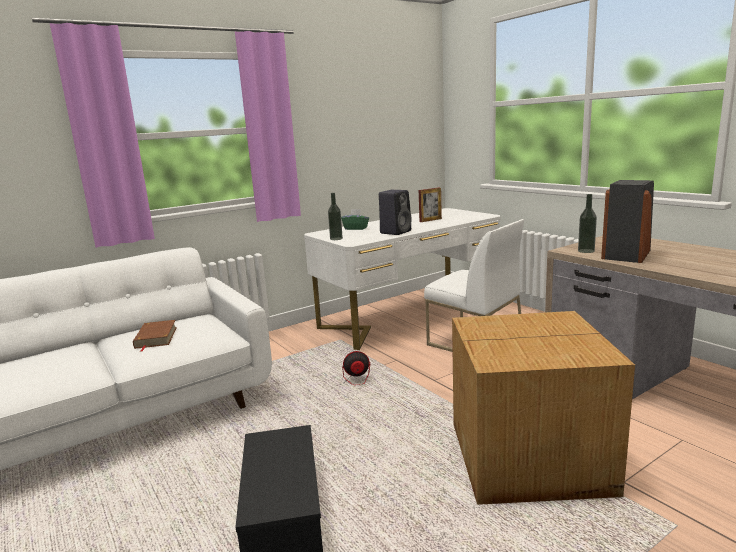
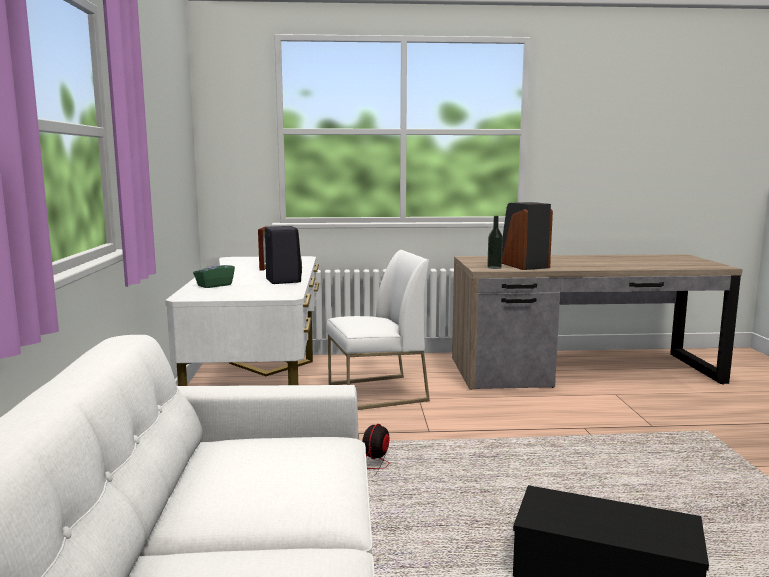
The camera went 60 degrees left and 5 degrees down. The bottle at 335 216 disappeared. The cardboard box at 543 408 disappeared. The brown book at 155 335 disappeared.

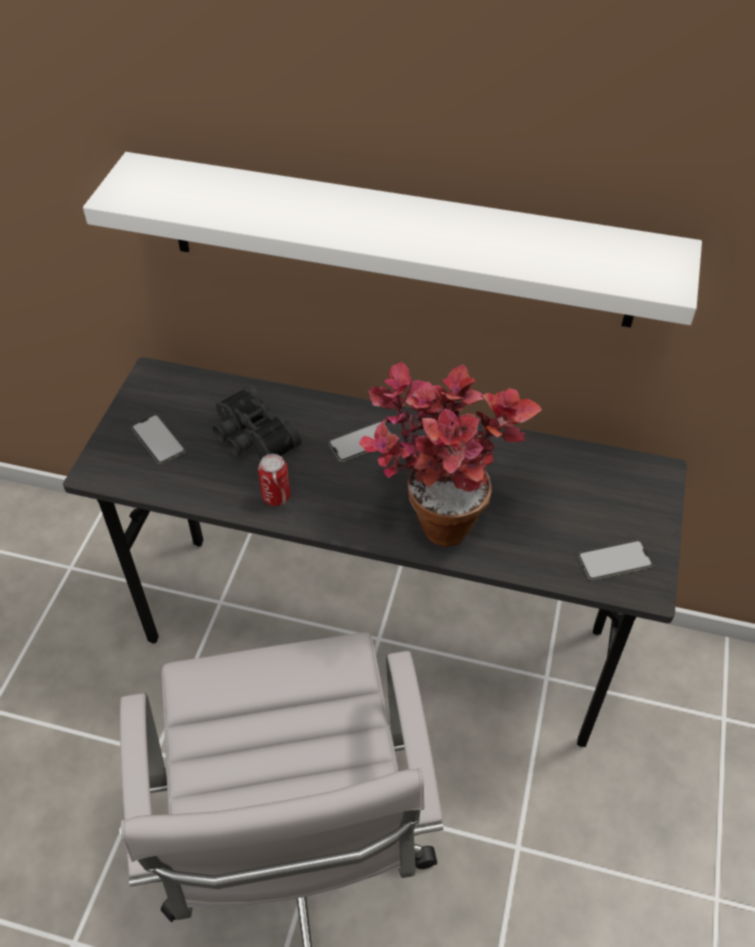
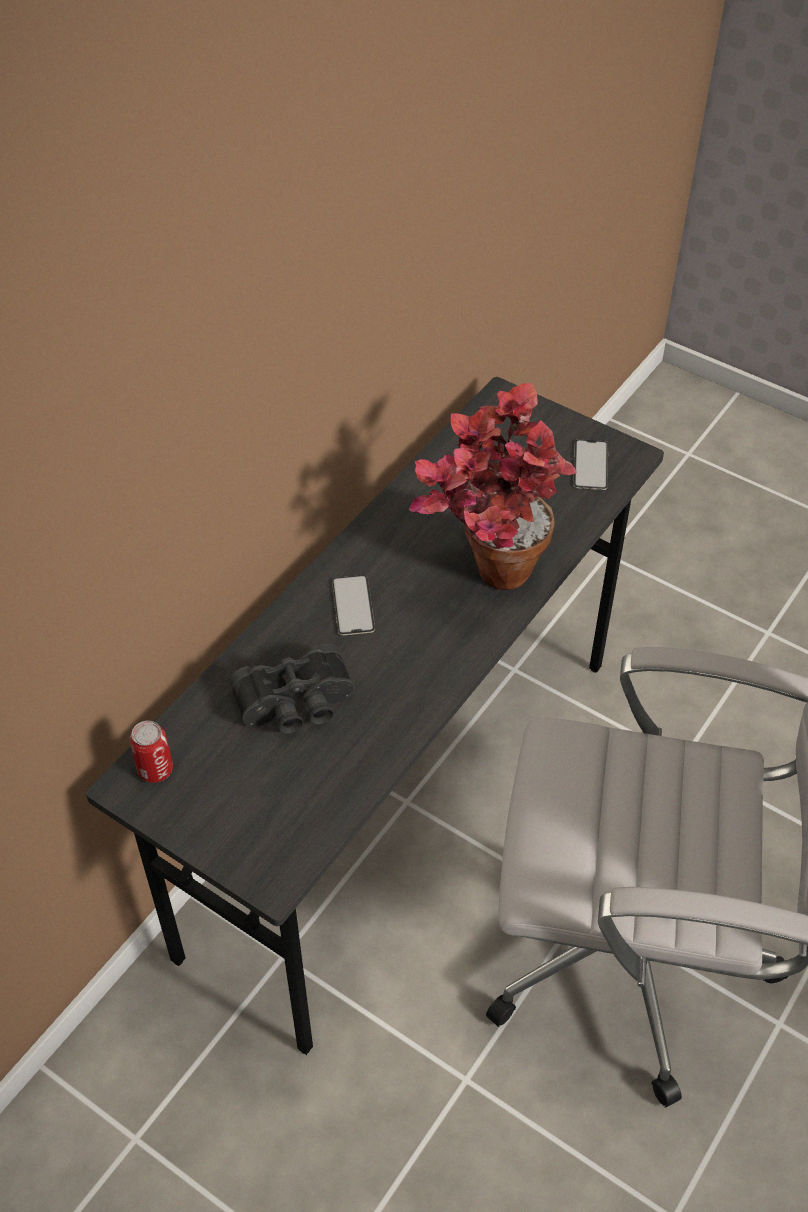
The camera went 70 degrees left and 0 degrees up. The white shelf at 392 240 disappeared. The phone at 158 439 disappeared. The can moved from 274 480 to 151 752.

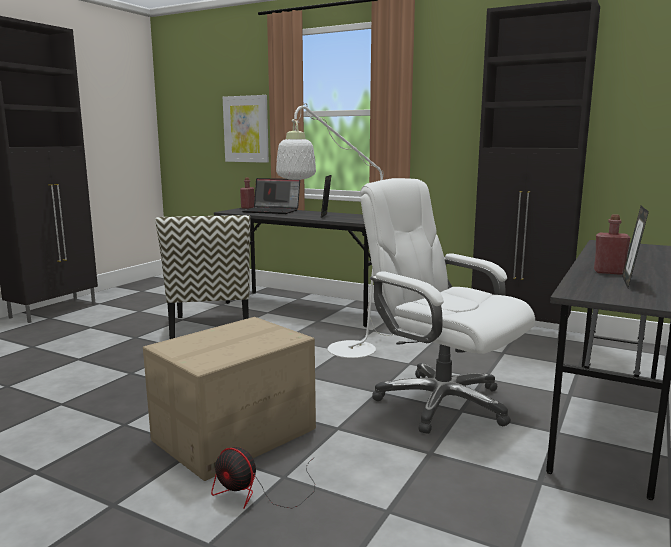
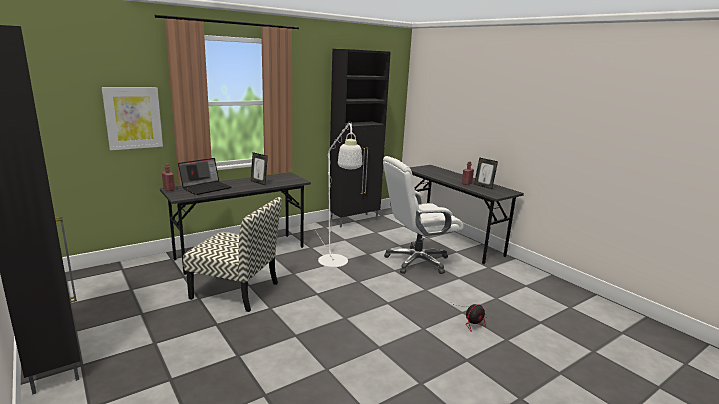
The camera went 65 degrees left and 5 degrees up. The cardboard box at 229 399 disappeared.

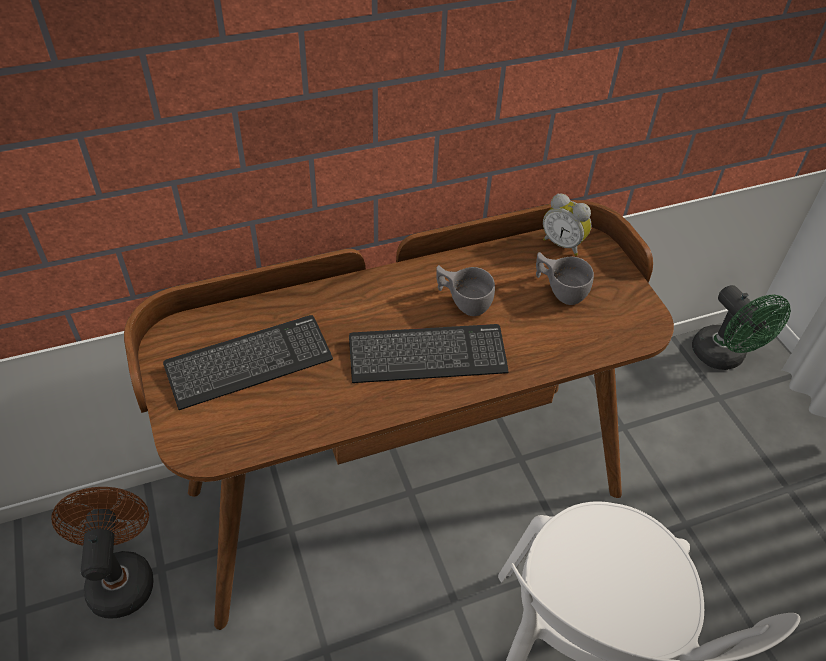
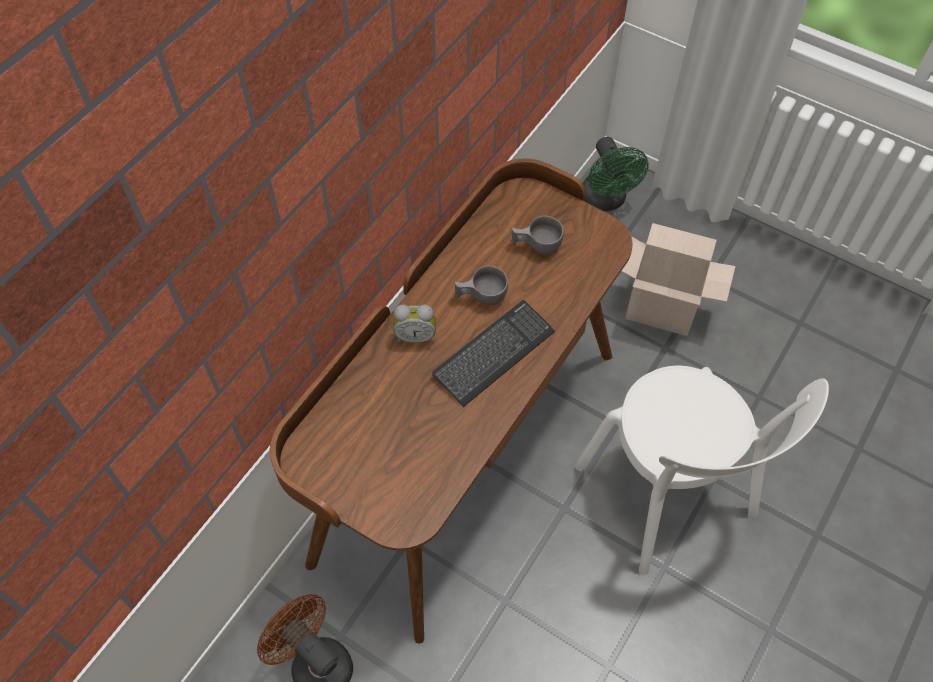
The camera went 35 degrees left and 10 degrees up. The alarm clock moved from 567 225 to 414 324. The green fan at 741 327 turned 45 degrees clockwise. The keyboard at 248 362 disappeared. The cardboard box at 678 279 appeared.

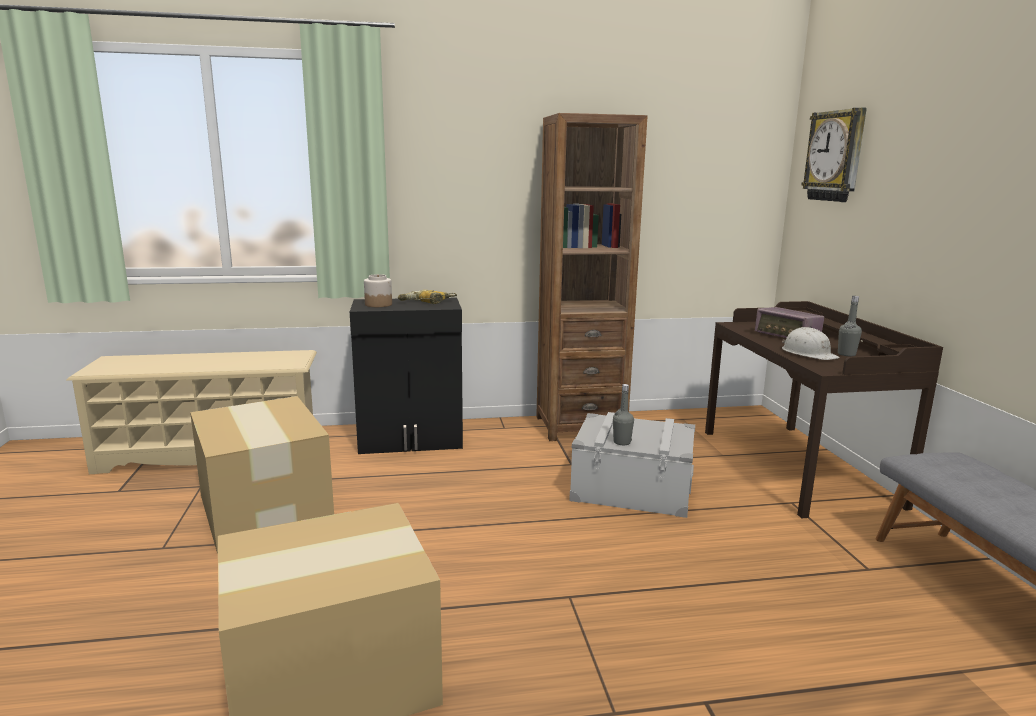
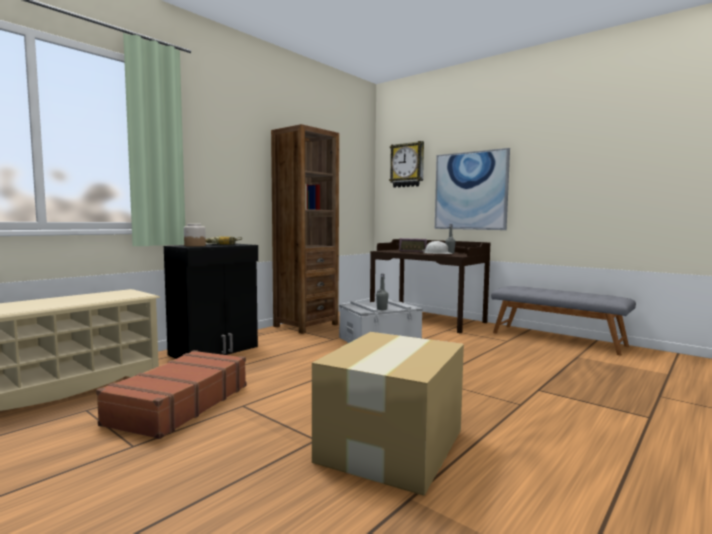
The camera went 40 degrees left and 10 degrees down. The cardboard box at 262 474 was replaced by the brown suitcase at 171 394. The picture at 472 189 appeared.

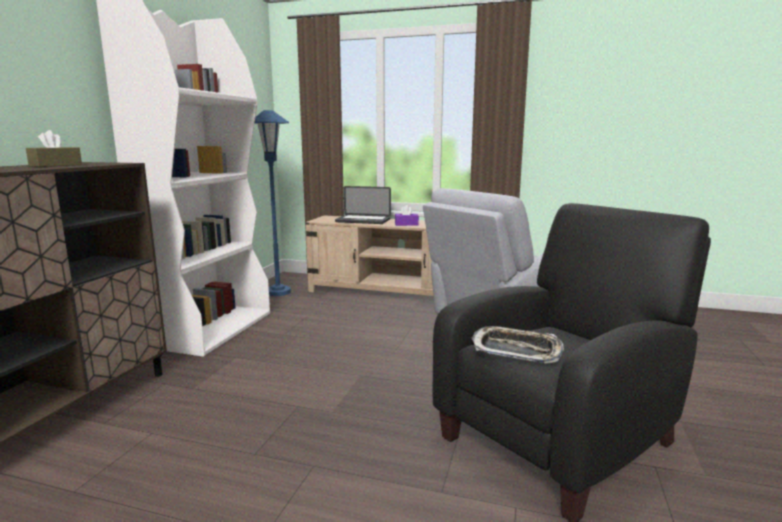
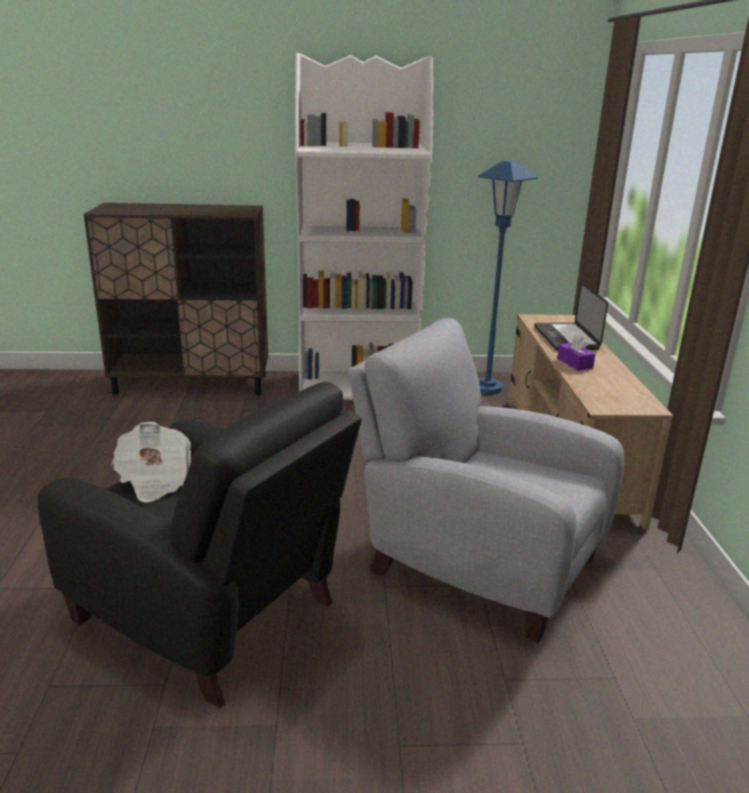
The camera went 70 degrees right and 10 degrees up. The brown tissue box at 54 148 disappeared. The tray at 517 344 was replaced by the newspaper at 151 462.

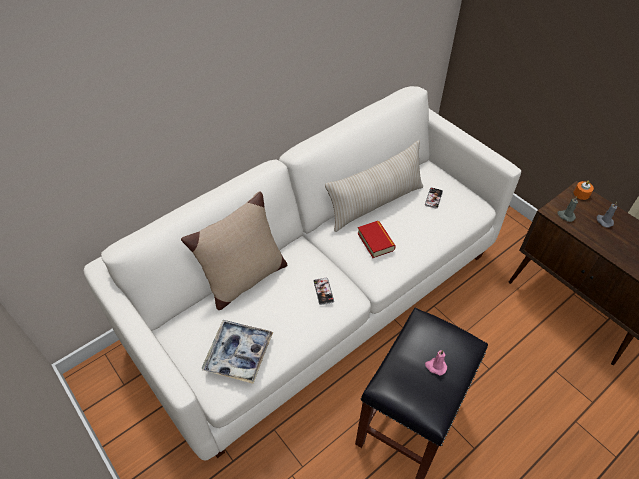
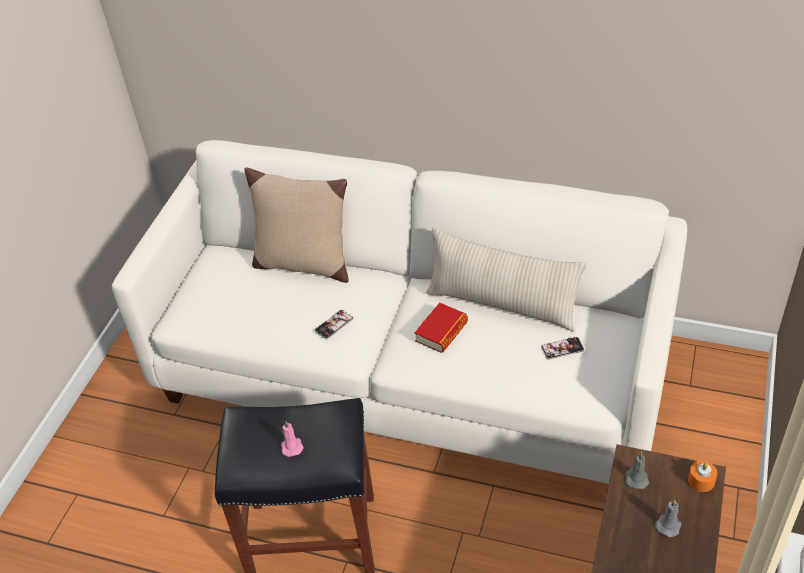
The camera went 60 degrees right and 5 degrees down. The tray at 237 352 disappeared.

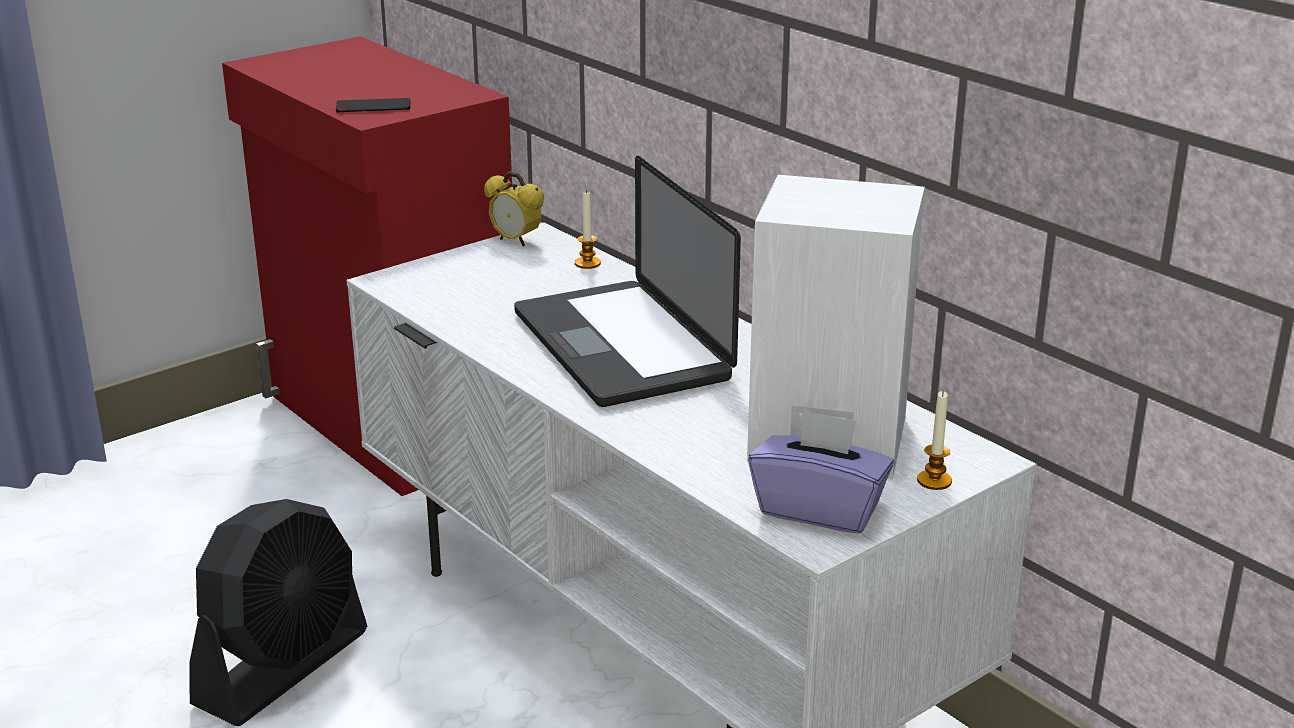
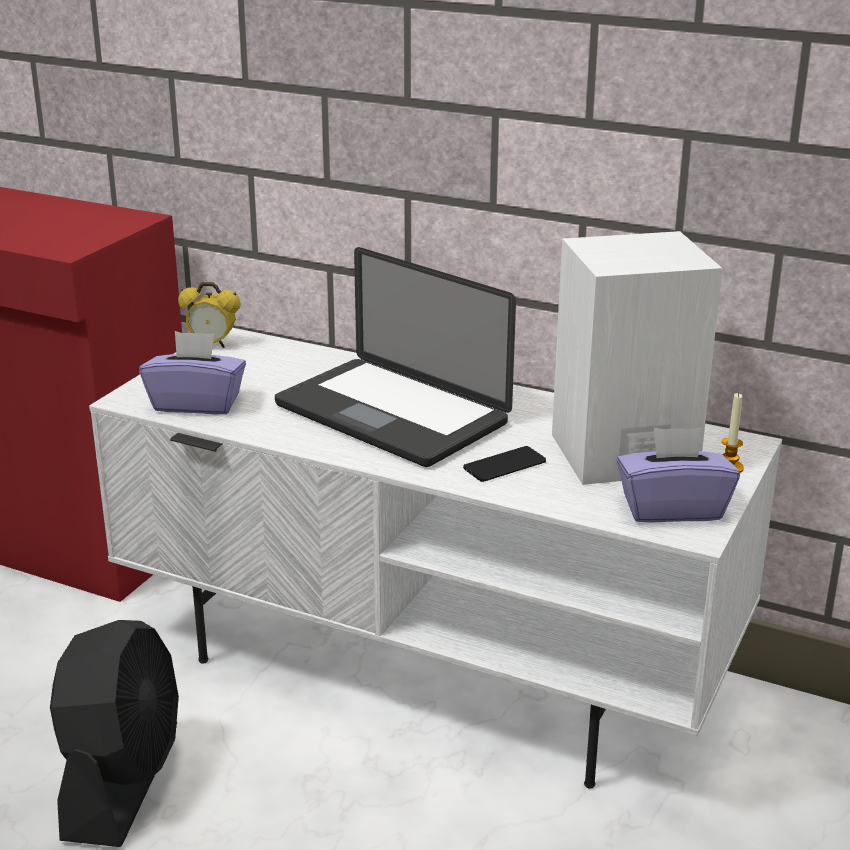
The camera went 25 degrees left and 0 degrees up. The phone moved from 373 105 to 504 464. The candle at 588 229 disappeared. The purple tissue box at 192 372 appeared.

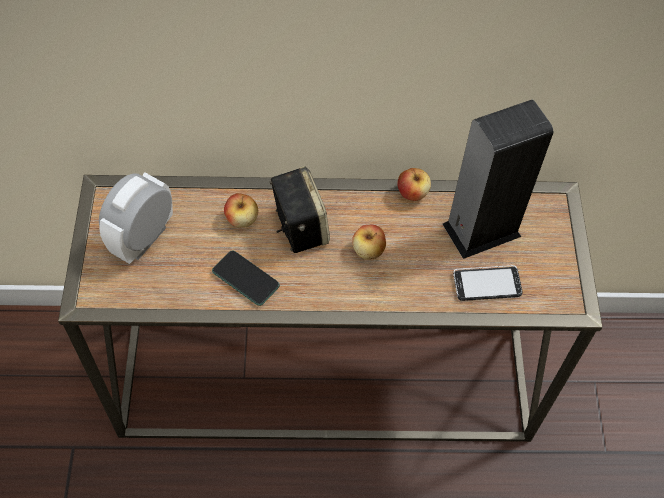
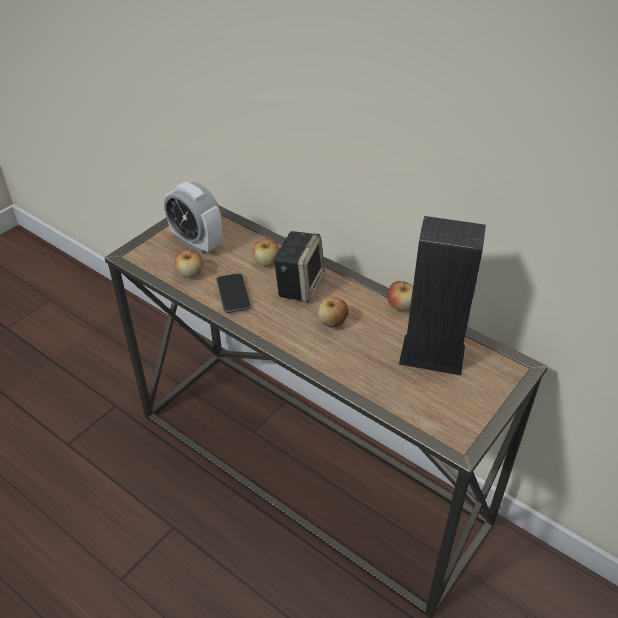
The camera went 40 degrees right and 15 degrees down. The alarm clock at 136 218 turned 120 degrees counterclockwise. The phone at 488 283 disappeared. The apple at 189 263 appeared.

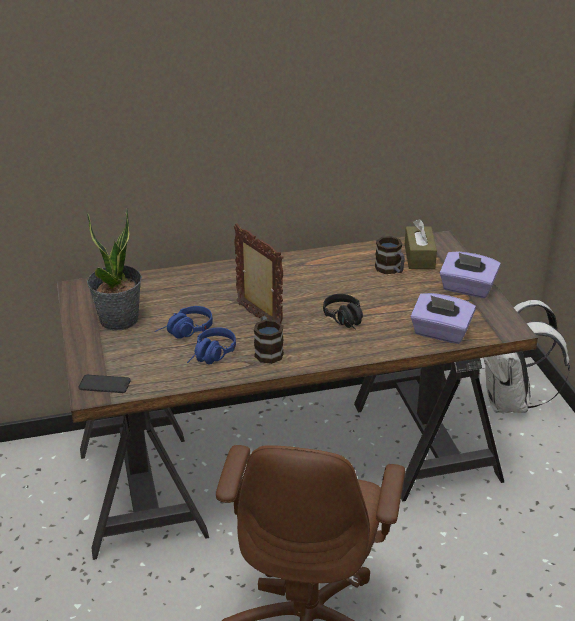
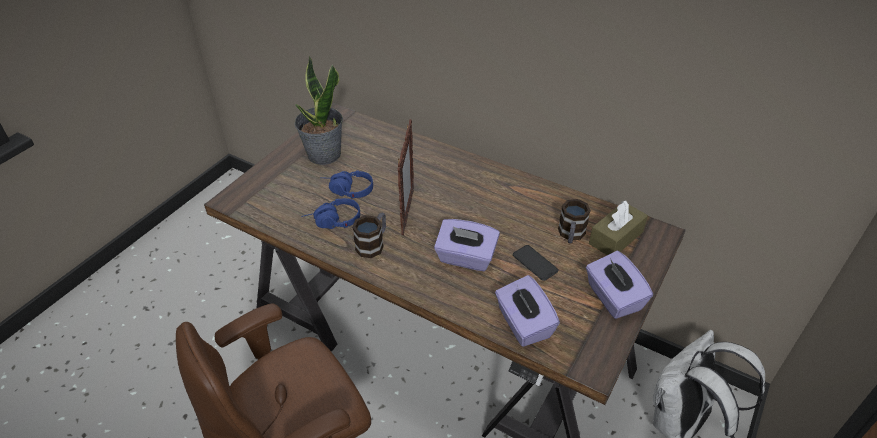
The camera went 45 degrees right and 10 degrees up. The black headphones at 343 312 was replaced by the purple tissue box at 467 245. The phone moved from 105 384 to 535 263.

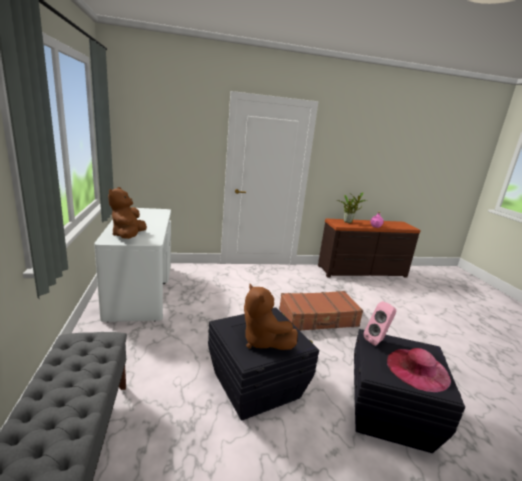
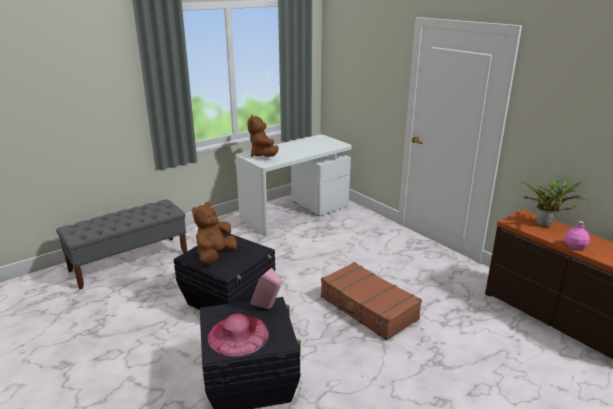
The camera went 65 degrees right and 5 degrees up. The brown plush toy at 127 213 turned 75 degrees counterclockwise.

